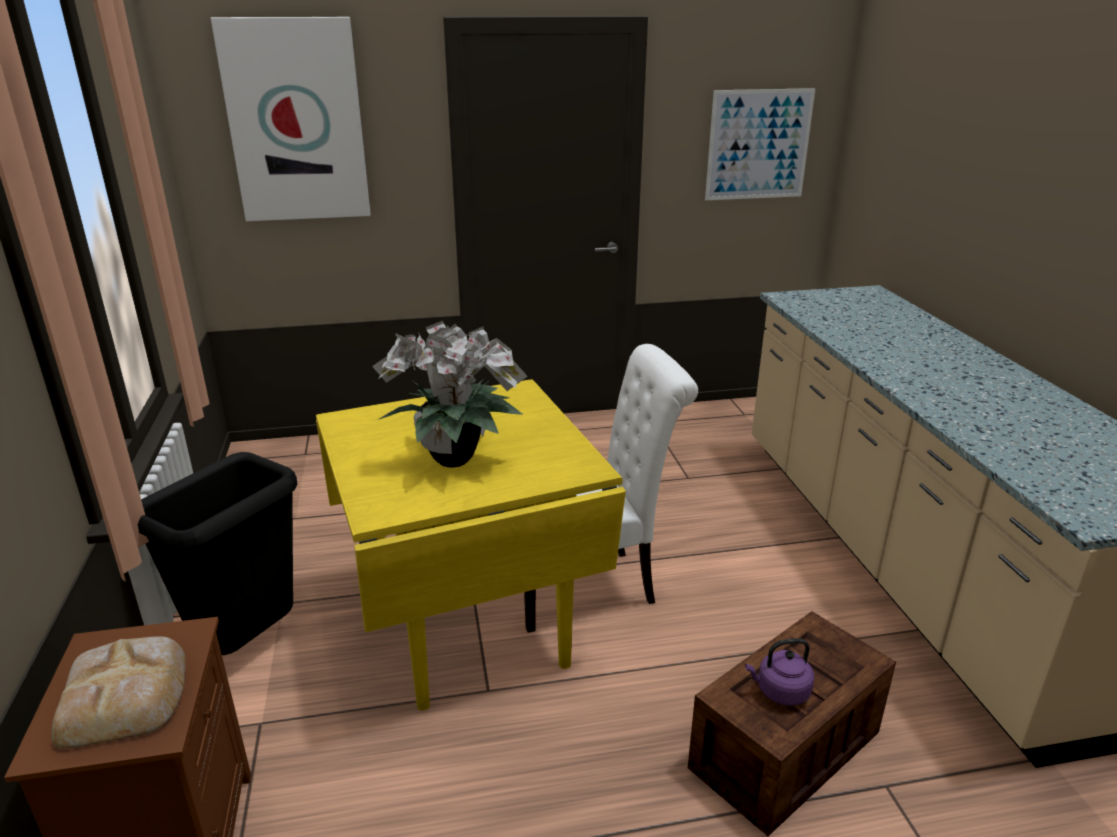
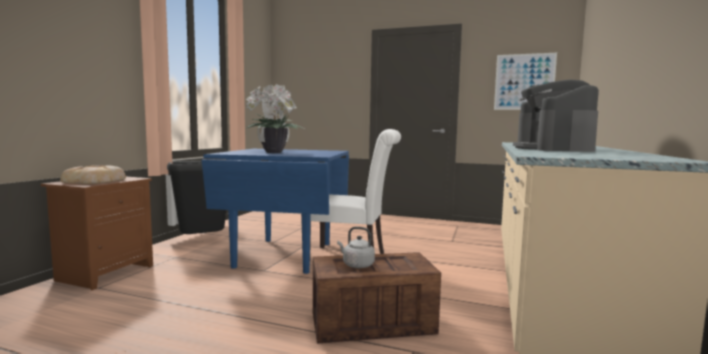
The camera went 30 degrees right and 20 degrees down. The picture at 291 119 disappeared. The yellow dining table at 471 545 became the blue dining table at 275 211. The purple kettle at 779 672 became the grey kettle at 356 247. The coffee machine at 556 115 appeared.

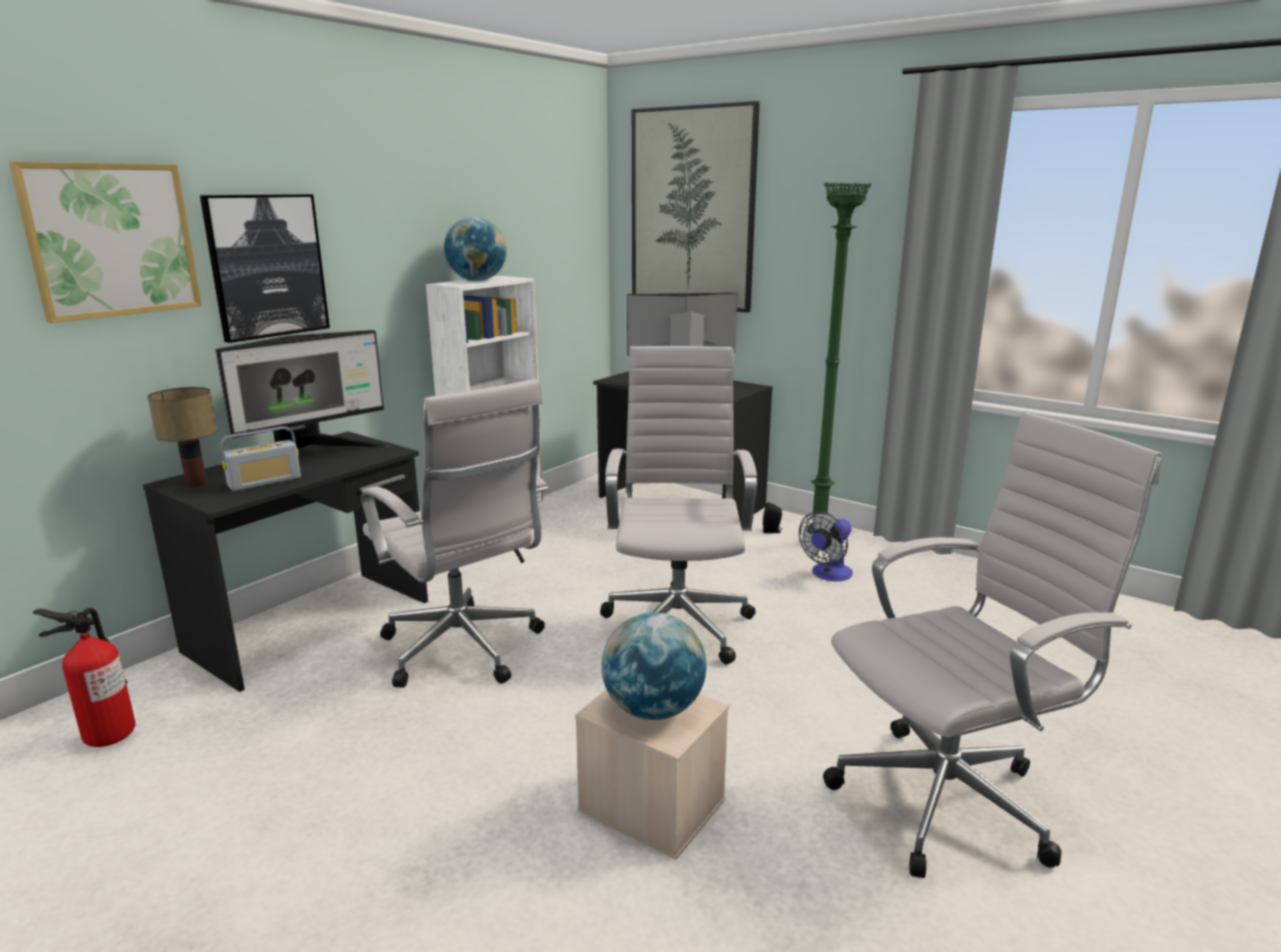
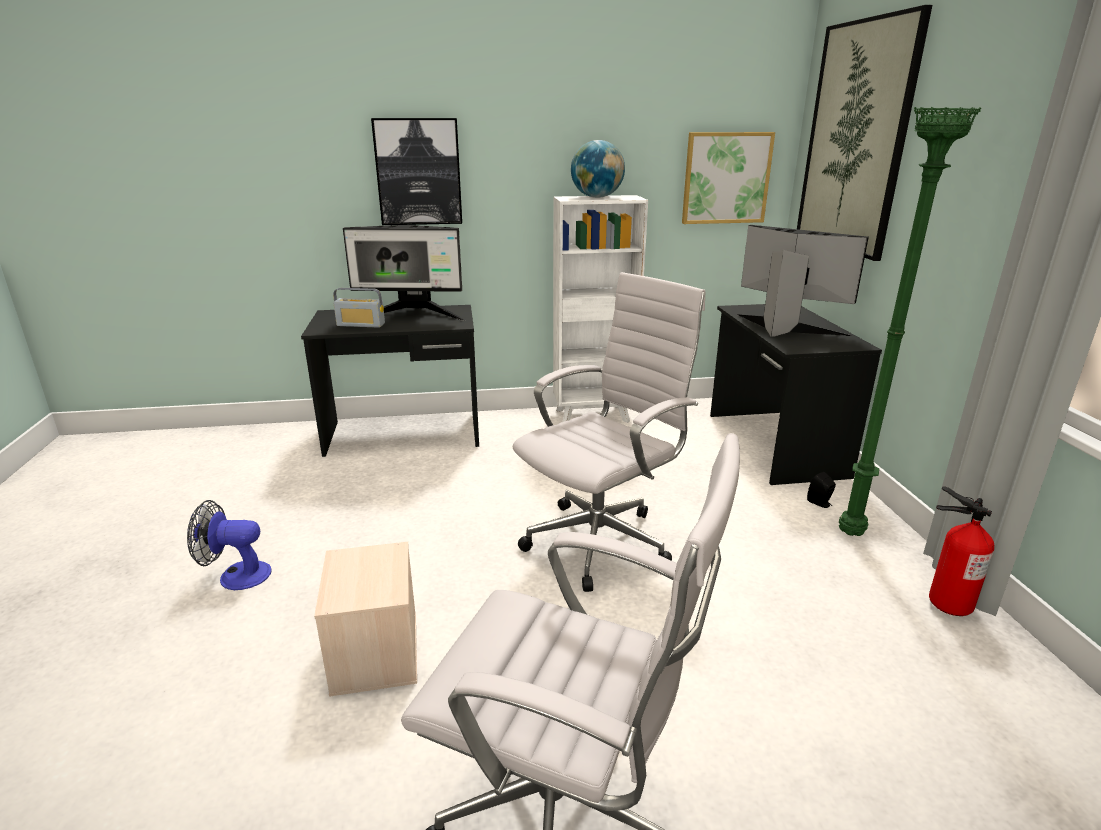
The camera went 45 degrees right and 5 degrees up. The picture moved from 105 242 to 728 178. The white office chair at 454 533 disappeared. The table lamp at 182 437 disappeared. The fan moved from 826 546 to 229 545. The fire extinguisher moved from 84 677 to 961 551. The globe at 654 666 disappeared.

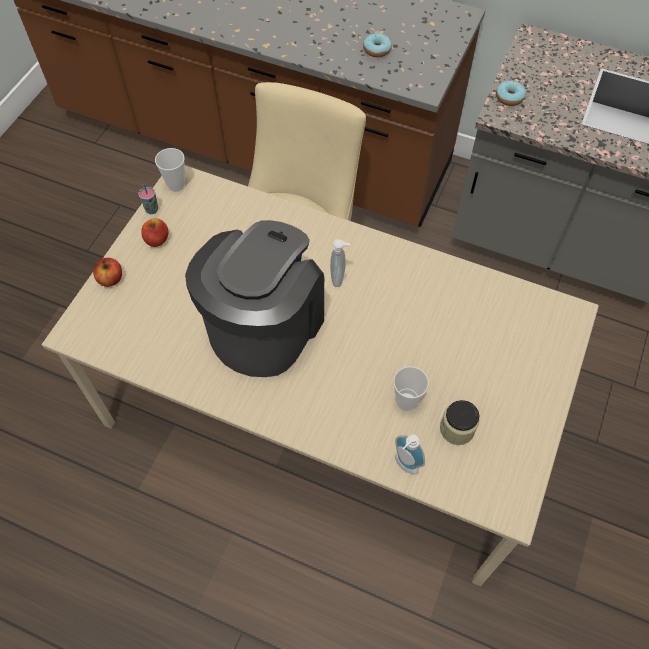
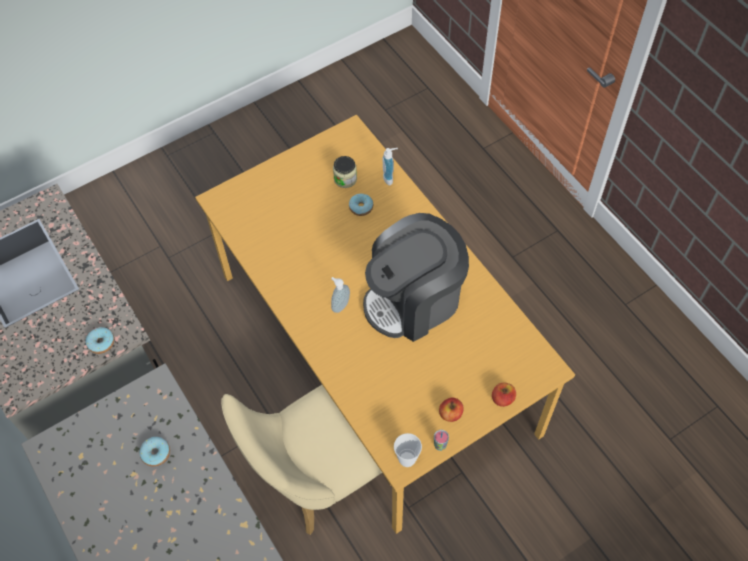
The camera went 145 degrees left and 0 degrees up. The beige dining table at 320 376 became the orange dining table at 385 324. The cup at 411 388 was replaced by the donut at 361 205.

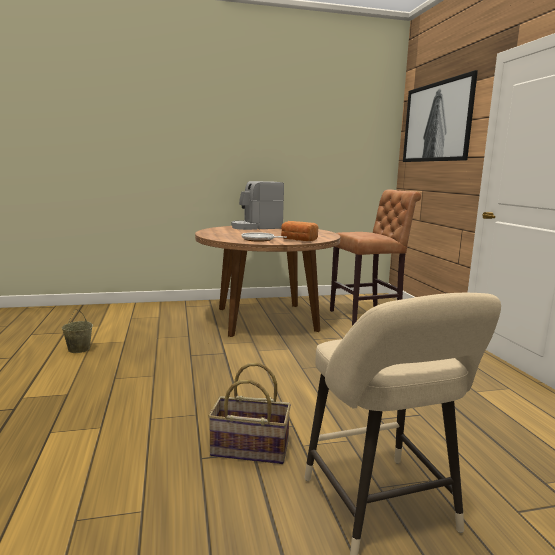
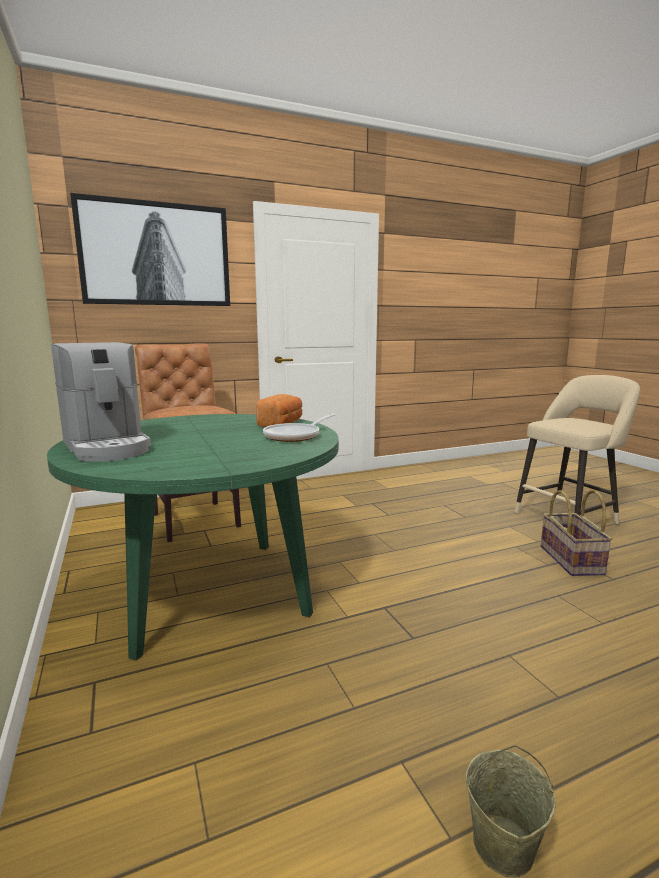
The camera went 100 degrees left and 0 degrees up. The brown dining table at 267 281 became the green dining table at 193 537.

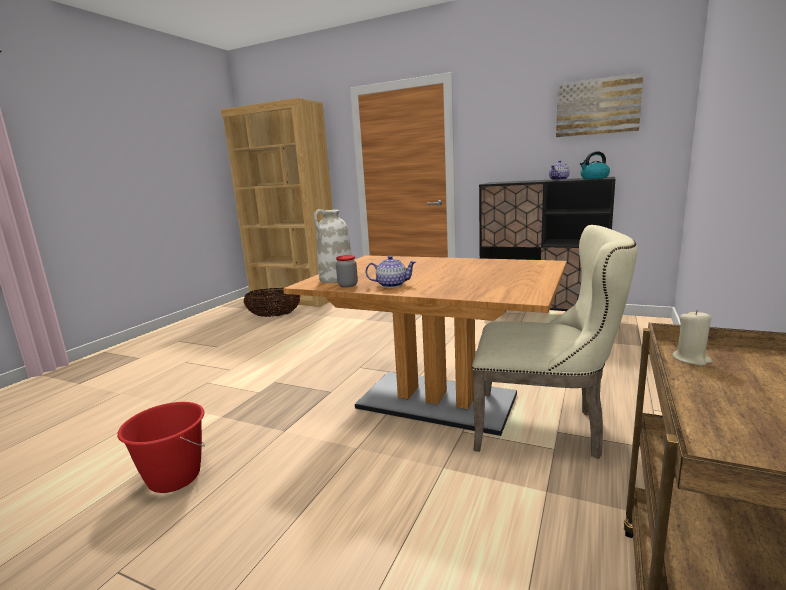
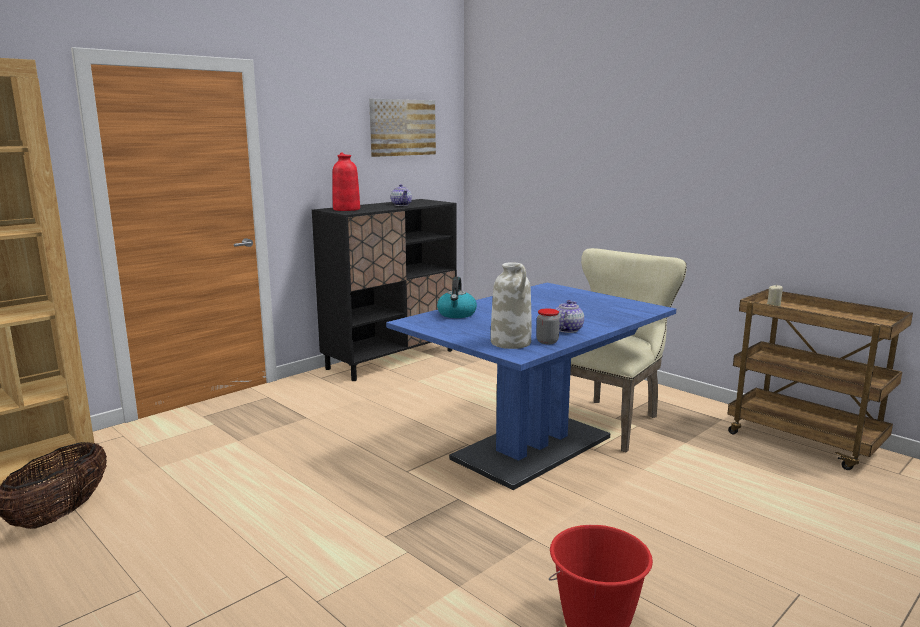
The camera went 70 degrees left and 0 degrees up. The kettle moved from 595 165 to 457 297. The brown dining table at 425 345 became the blue dining table at 531 386. The red vase at 346 181 appeared.

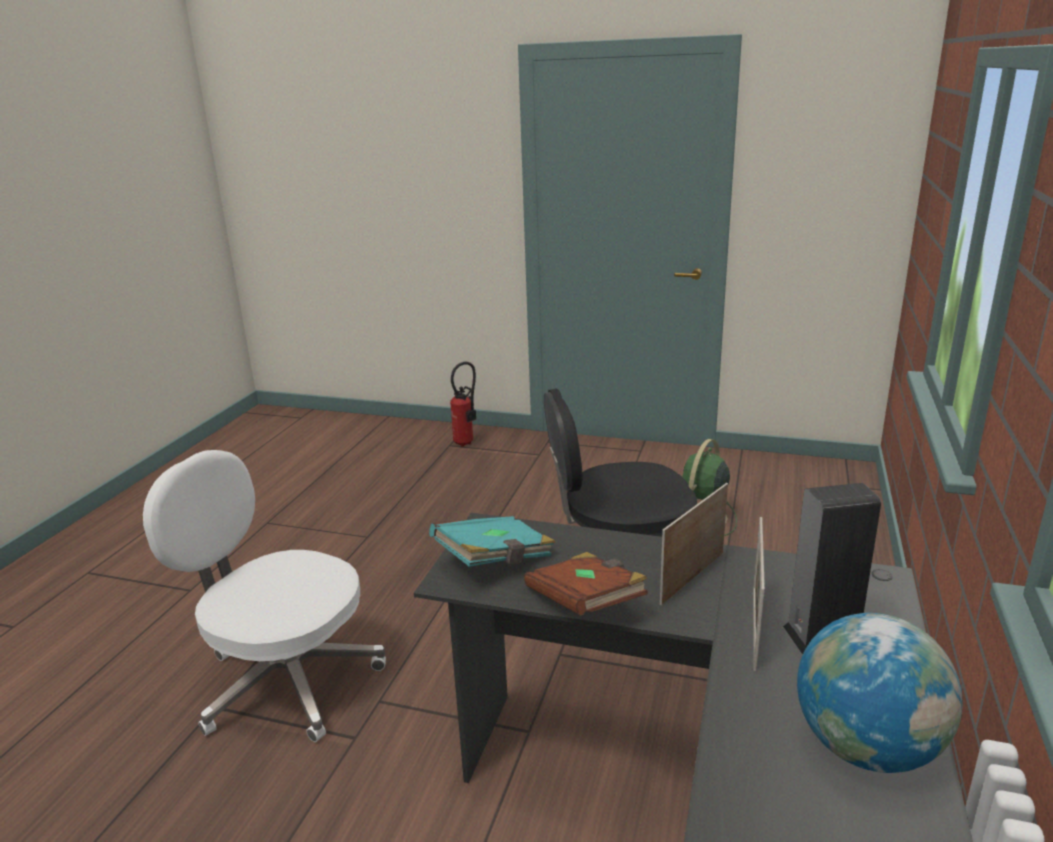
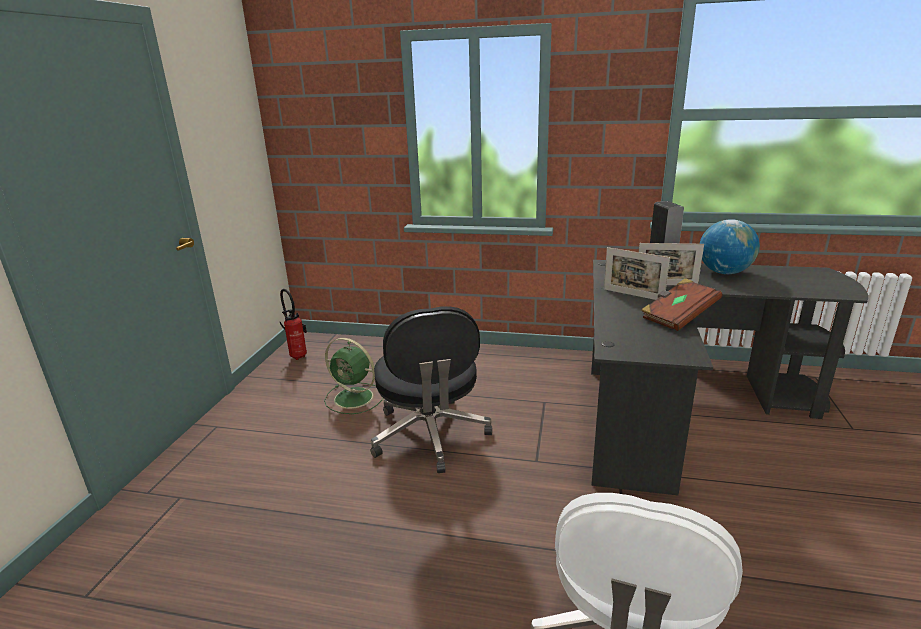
The camera went 95 degrees left and 0 degrees up. The fire extinguisher moved from 463 404 to 293 324. The turquoise book at 492 541 disappeared.

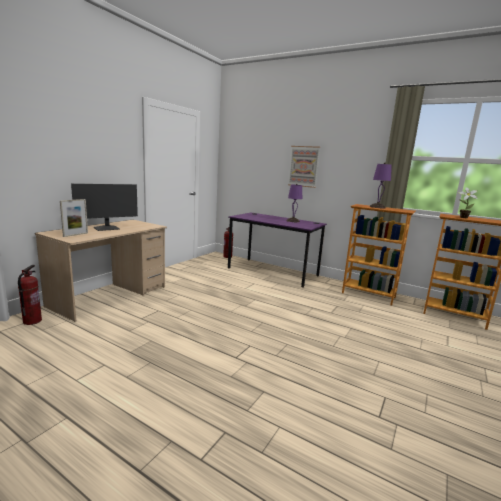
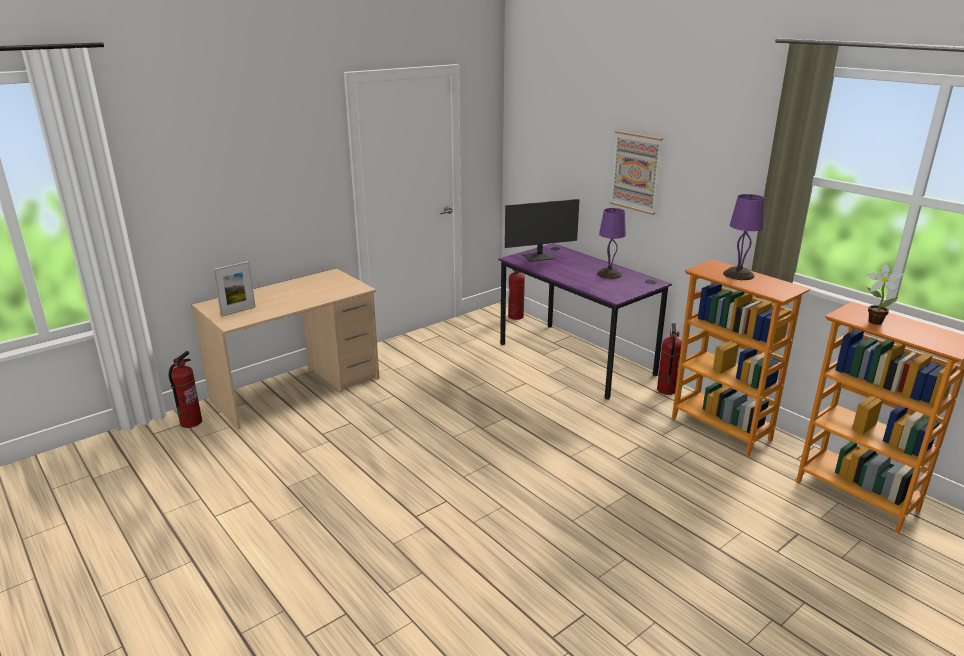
The camera went 20 degrees right and 10 degrees up. The monitor moved from 104 207 to 542 230. The fire extinguisher at 669 359 appeared.

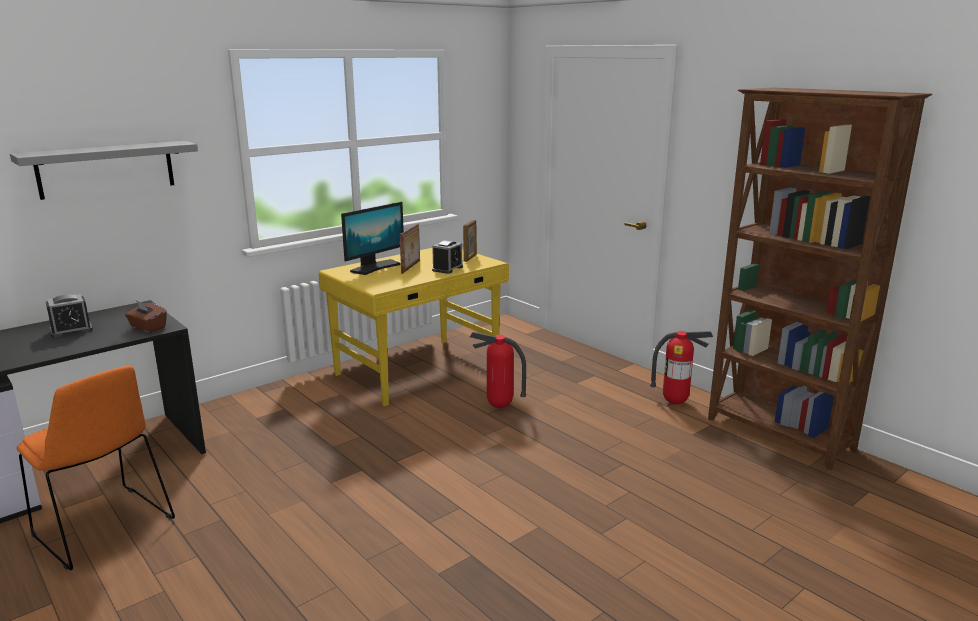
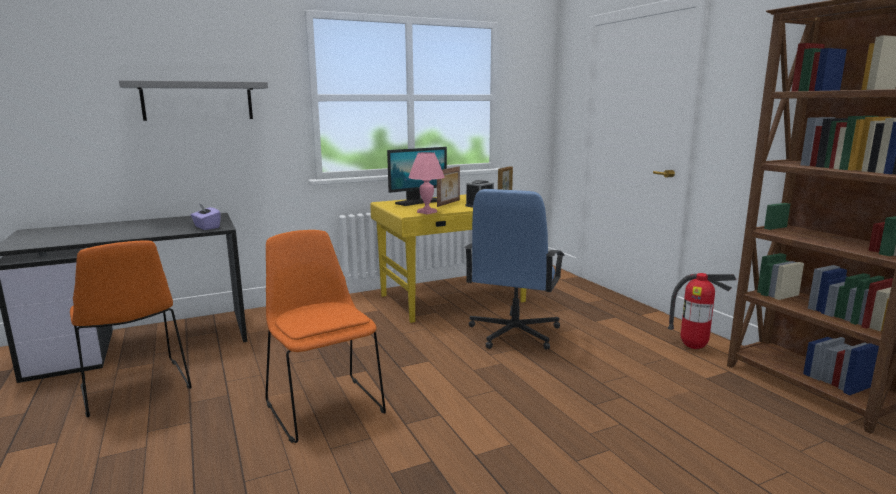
The camera went 15 degrees right and 5 degrees down. The alarm clock at 69 316 disappeared. The brown tissue box at 146 317 became the purple tissue box at 206 217. The fire extinguisher at 498 370 was replaced by the blue office chair at 514 269. The pink table lamp at 426 183 appeared. The orange chair at 325 336 appeared.

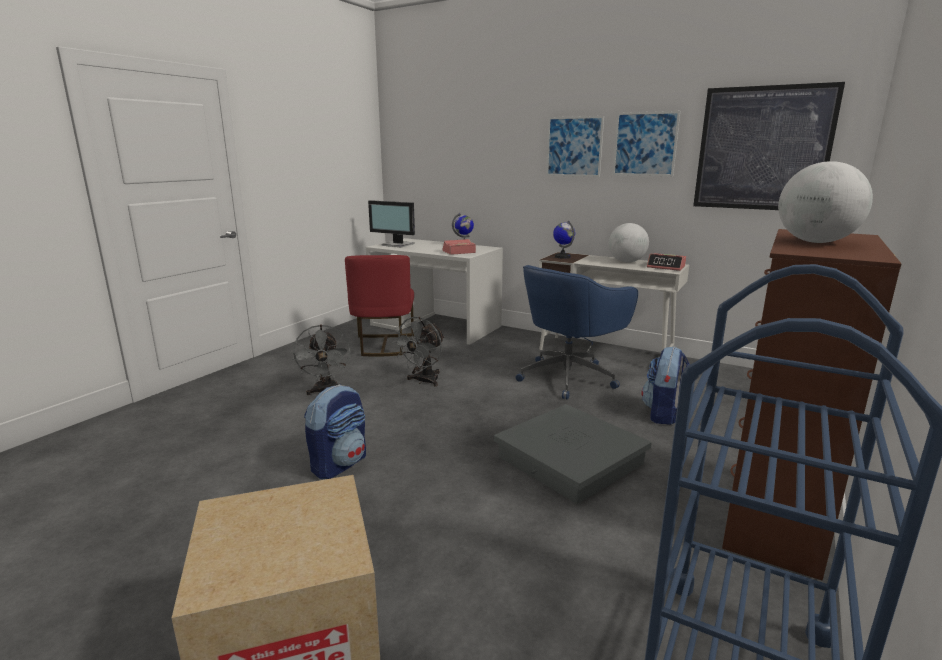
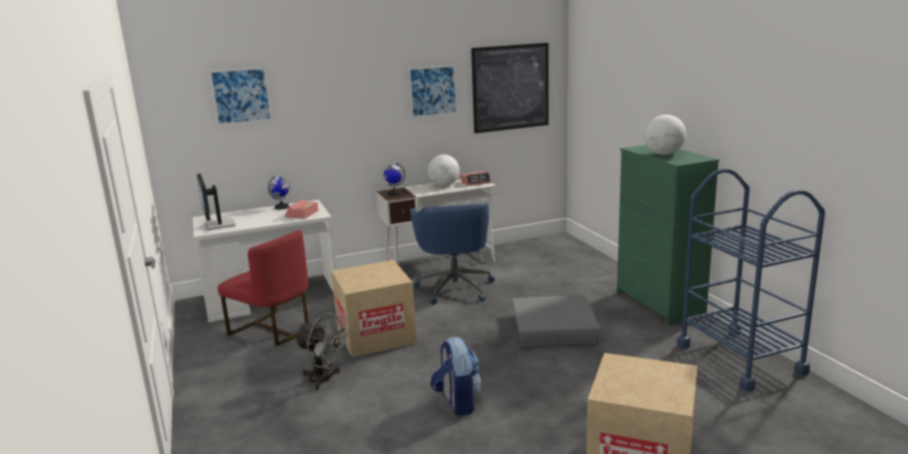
The camera went 50 degrees left and 0 degrees up. The picture moved from 575 146 to 240 96. The monitor at 391 224 turned 90 degrees clockwise. The brown dresser at 812 405 became the green dresser at 668 235. The grey fan at 418 352 was replaced by the cardboard box at 374 308. The backpack at 665 385 disappeared.

